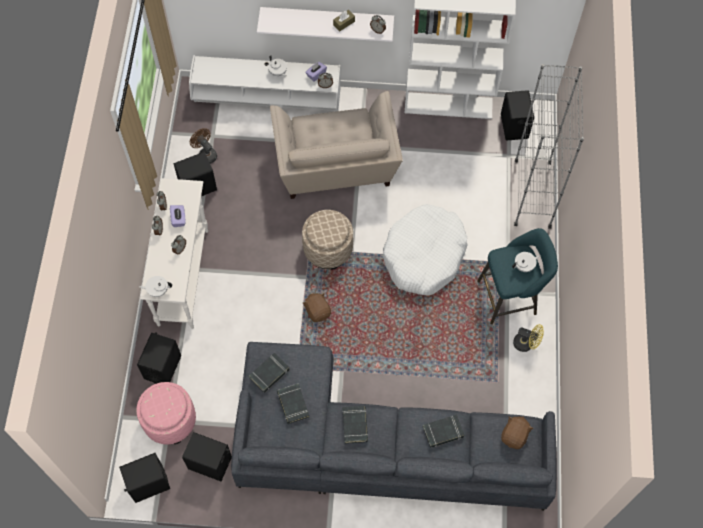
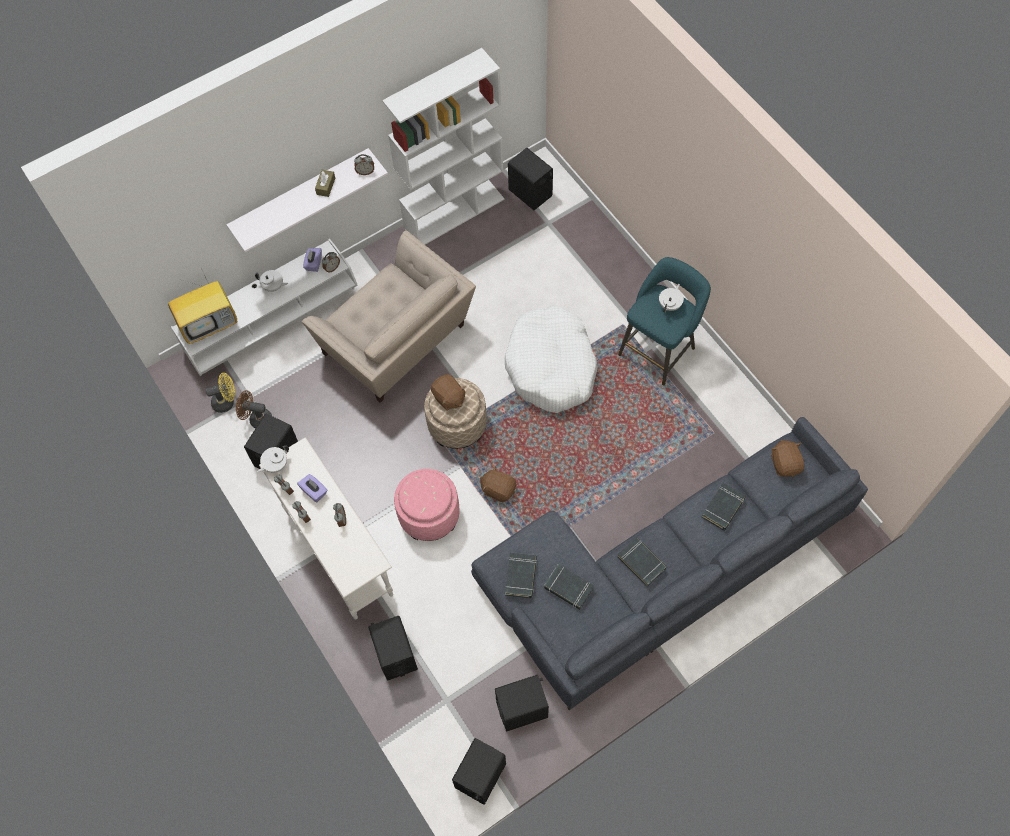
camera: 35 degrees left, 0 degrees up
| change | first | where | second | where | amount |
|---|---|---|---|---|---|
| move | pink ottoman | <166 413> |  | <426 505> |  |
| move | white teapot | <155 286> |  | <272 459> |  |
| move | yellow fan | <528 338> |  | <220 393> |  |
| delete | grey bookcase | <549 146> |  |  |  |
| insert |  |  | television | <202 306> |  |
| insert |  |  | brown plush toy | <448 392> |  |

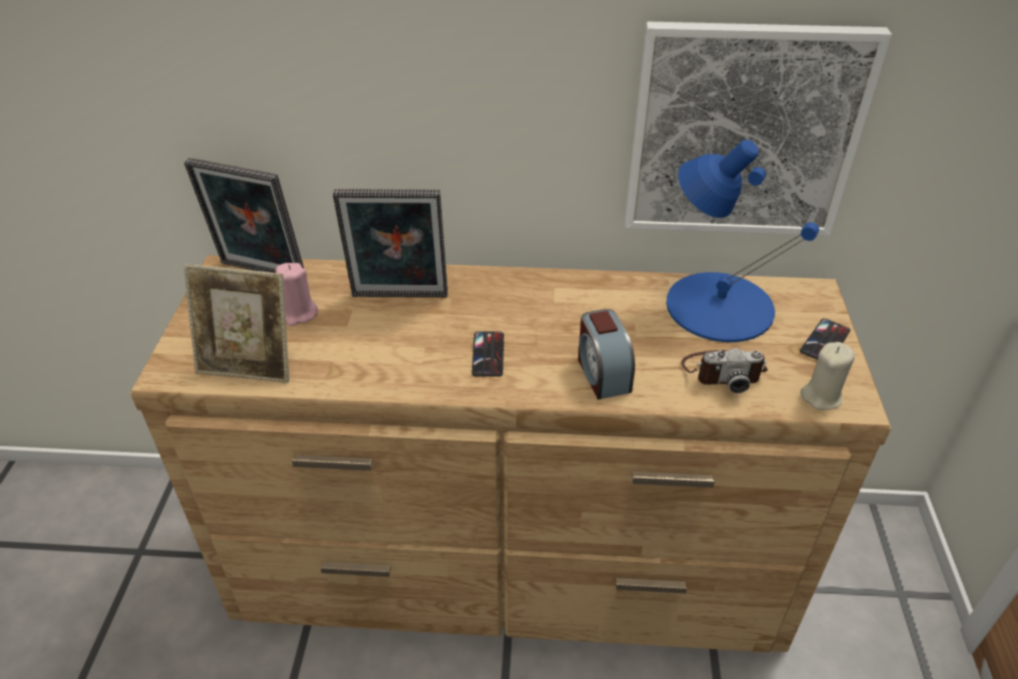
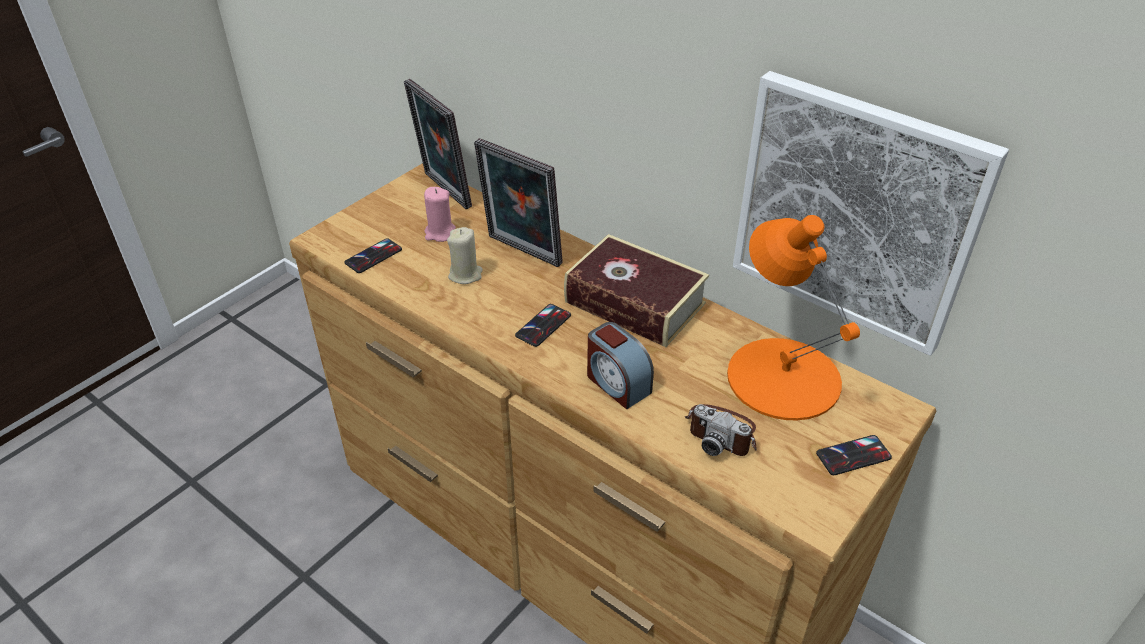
camera: 35 degrees right, 0 degrees up
| change | first | where | second | where | amount |
|---|---|---|---|---|---|
| replace | picture frame | <236 323> | phone | <373 255> |  |
| rotate | alarm clock | <606 354> |  | <620 365> | 60 degrees counterclockwise |
| recolor | blue table lamp | <742 241> | orange table lamp | <793 317> |  |
| move | beige candle | <827 376> |  | <465 255> |  |
| insert |  |  | book | <636 290> |  |

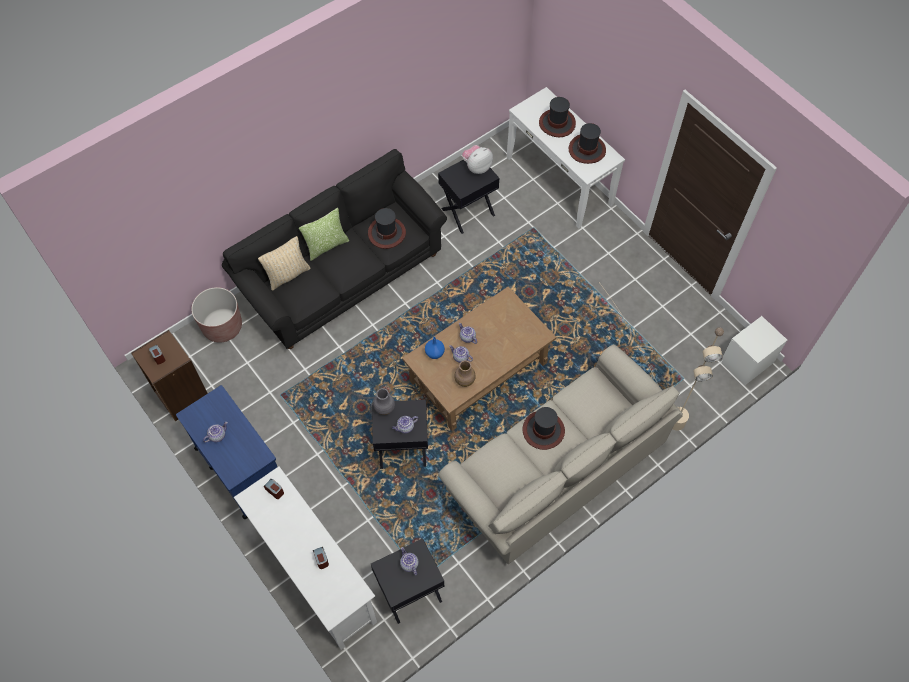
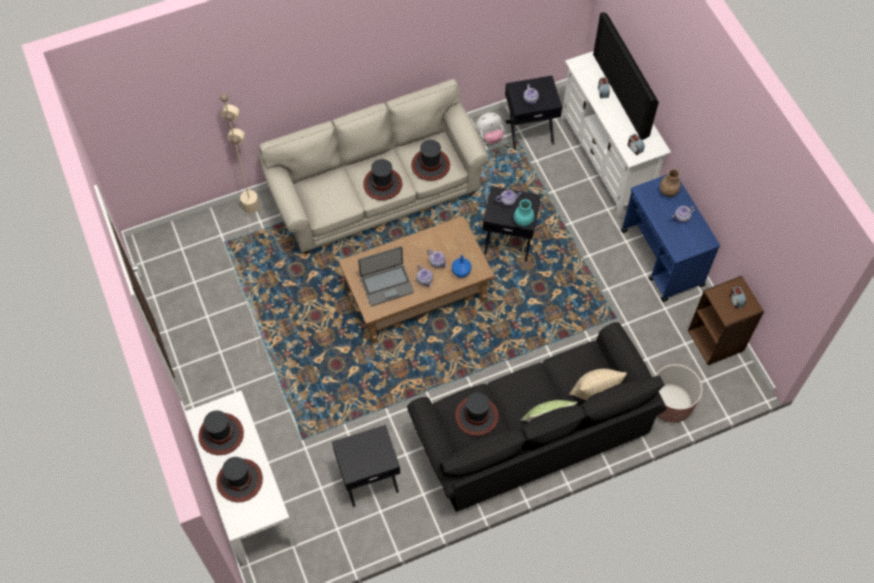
camera: 165 degrees left, 0 degrees up
| change | first | where | second | where | amount |
|---|---|---|---|---|---|
| recolor | grey vase | <384 401> | turquoise vase | <524 213> |  |
| move | brown vase | <465 373> |  | <670 183> |  |
| move | plush toy | <477 159> |  | <489 127> |  |
| delete | white nightstand | <754 350> |  |  |  |
| insert |  |  | laptop | <386 276> |  |
| insert |  |  | hat | <430 160> |  |
| insert |  |  | television | <626 76> |  |

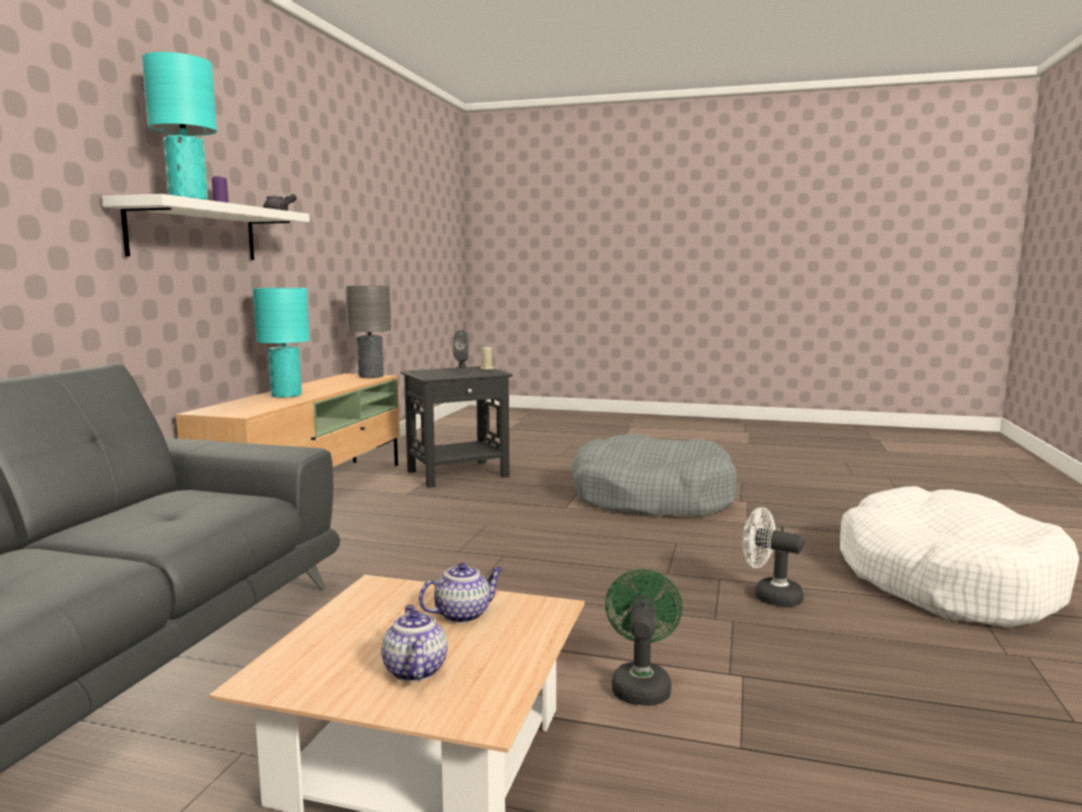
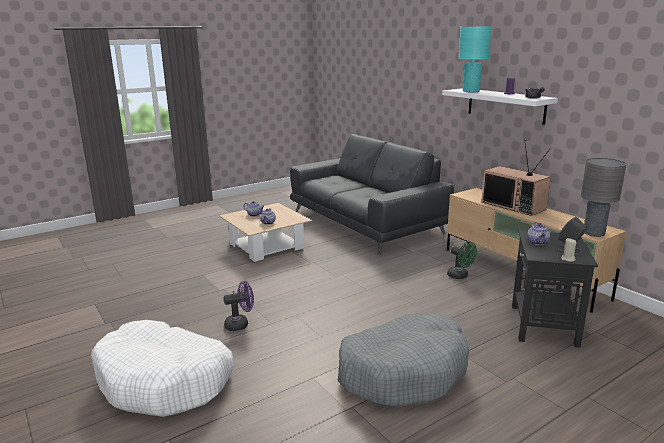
camera: 130 degrees right, 10 degrees up
| change | first | where | second | where | amount |
|---|---|---|---|---|---|
| replace | turquoise table lamp | <281 343> | television | <516 178> |  |
| move | green fan | <644 637> |  | <462 260> |  |
| recolor | white fan | <773 557> | purple fan | <238 306> |  |
| insert |  |  | teapot | <538 233> |  |

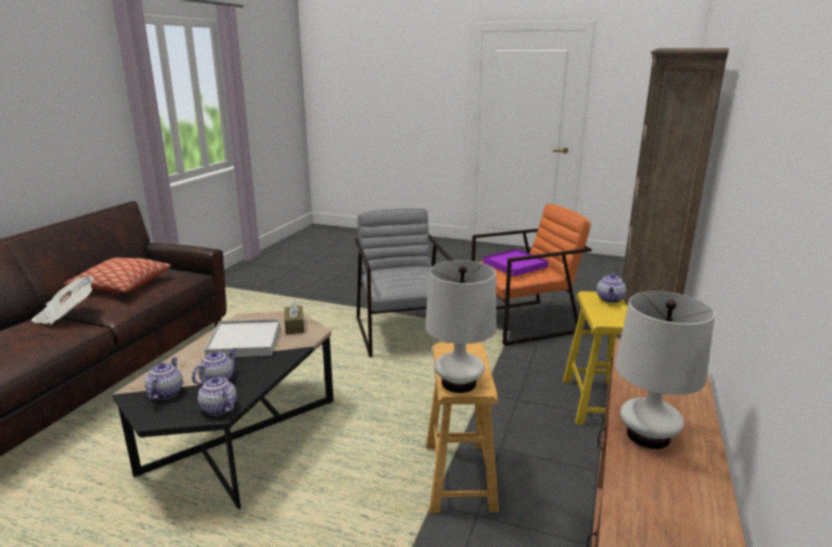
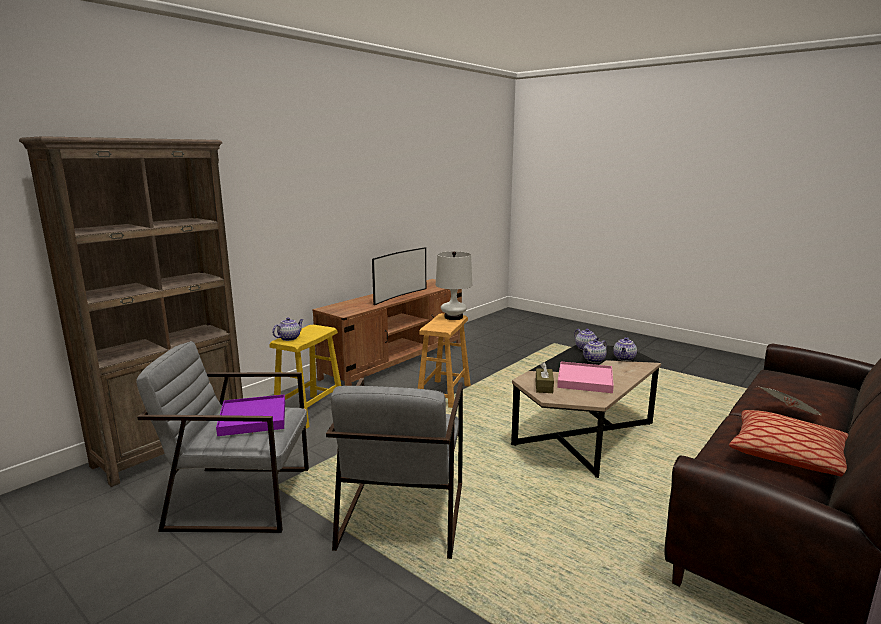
camera: 160 degrees left, 5 degrees down
| change | first | where | second | where | amount |
|---|---|---|---|---|---|
| recolor | white tray | <242 338> | pink tray | <585 377> |  |
| recolor | orange armchair | <531 275> | grey armchair | <222 437> |  |
| replace | white table lamp | <665 370> | television | <399 276> |  |

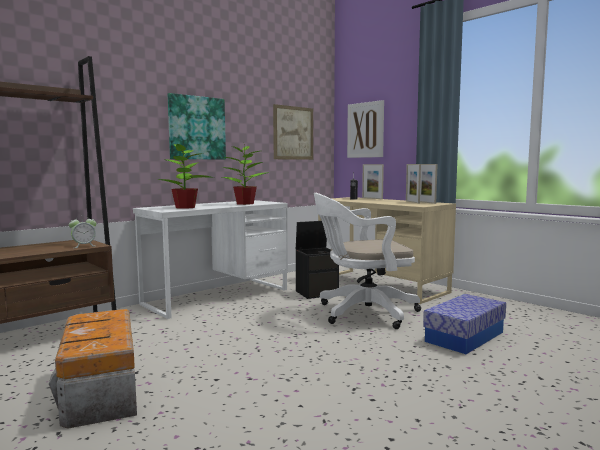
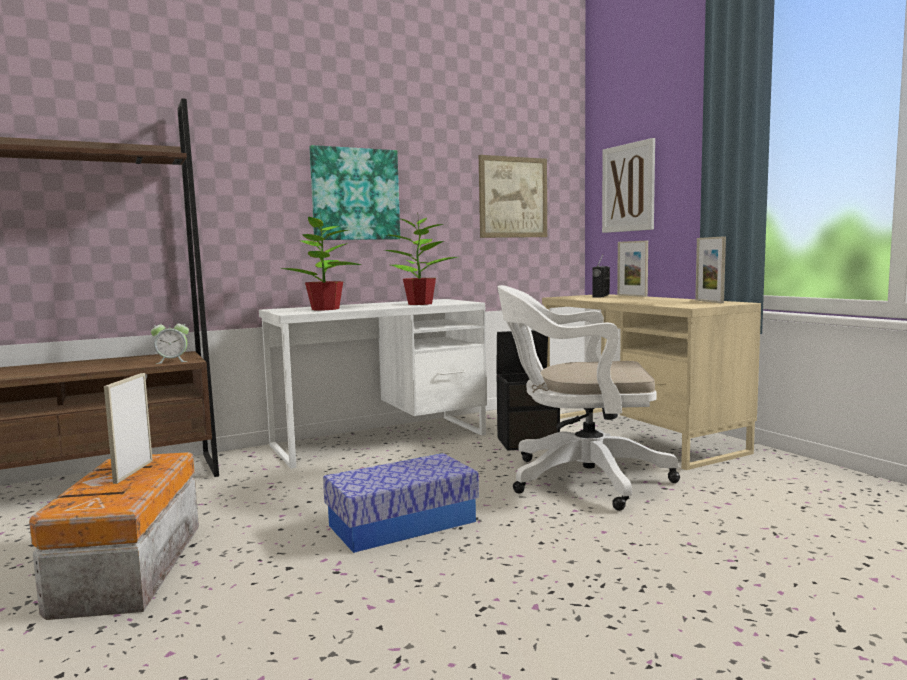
camera: 15 degrees right, 0 degrees up
| change | first | where | second | where | amount |
|---|---|---|---|---|---|
| move | picture frame | <413 183> |  | <128 428> |  |
| move | storage box | <464 324> |  | <401 503> |  |

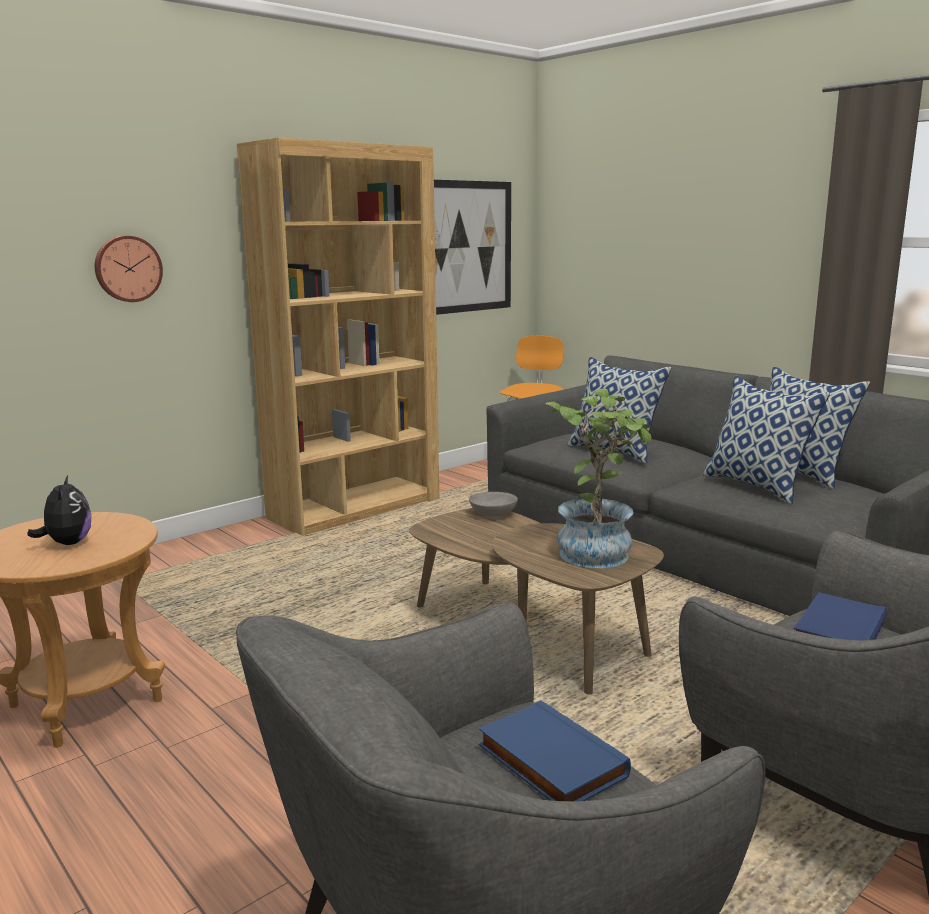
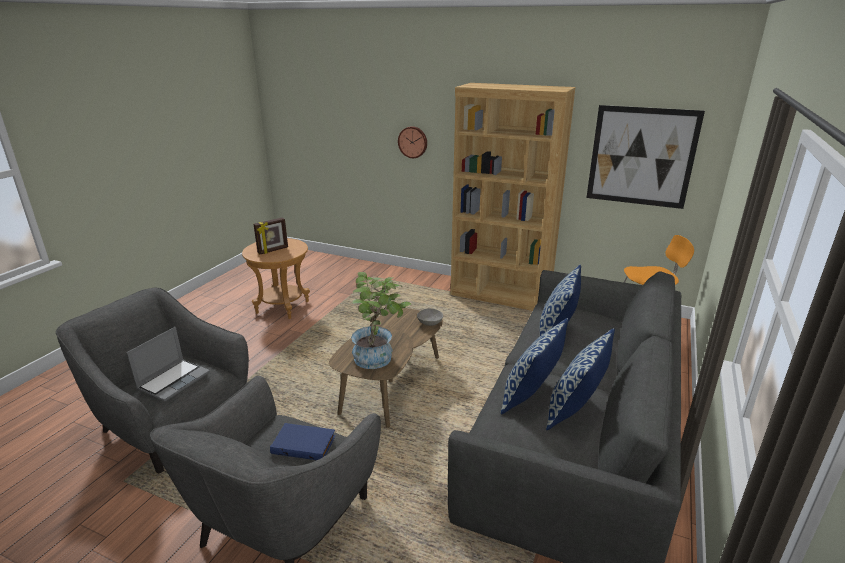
camera: 65 degrees right, 10 degrees up
| change | first | where | second | where | amount |
|---|---|---|---|---|---|
| replace | plush toy | <59 510> | picture frame | <271 235> |  |
| replace | blue book | <555 750> | laptop | <168 364> |  |

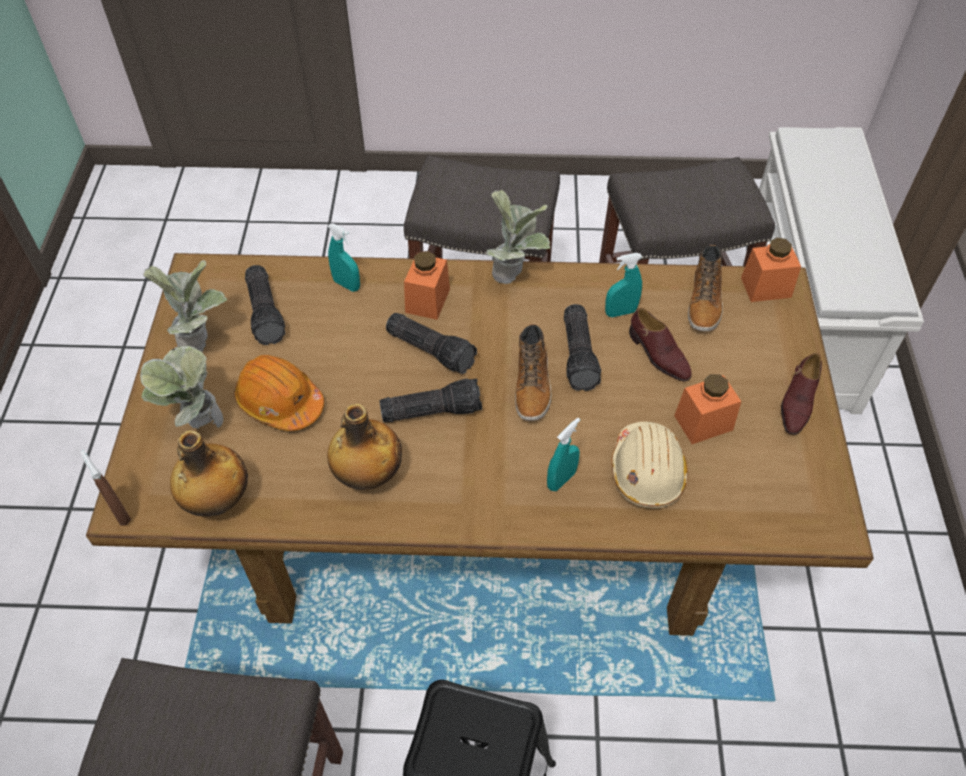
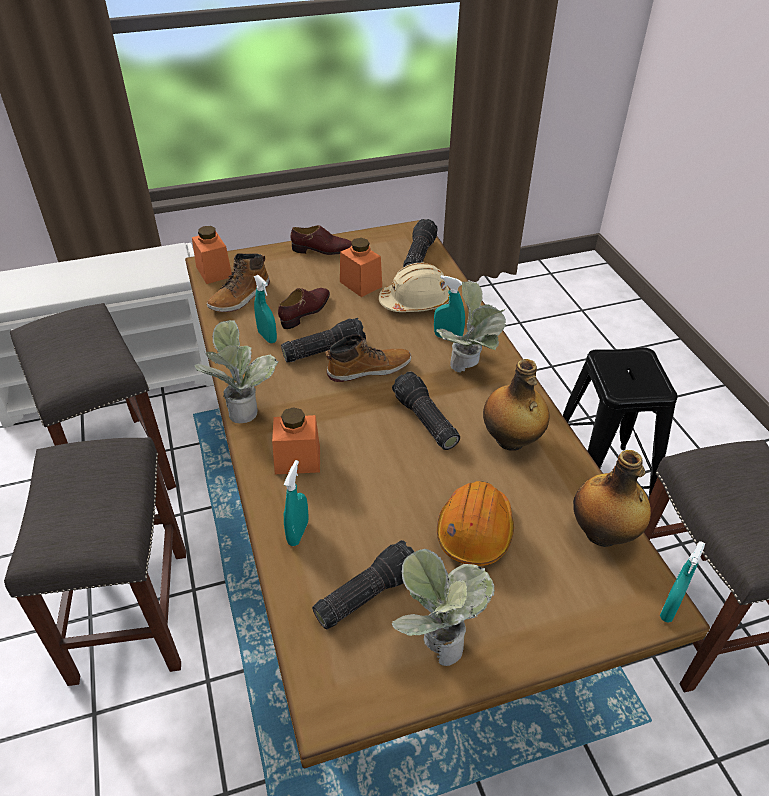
camera: 110 degrees left, 10 degrees down
| change | first | where | second | where | amount |
|---|---|---|---|---|---|
| recolor | brown spray bottle | <105 488> | turquoise spray bottle | <682 582> |  |
| move | potted plant | <181 387> |  | <471 327> |  |
| move | flashlight | <431 343> |  | <420 243> |  |
| rotate | boot | <705 288> |  | <238 282> | 135 degrees clockwise |

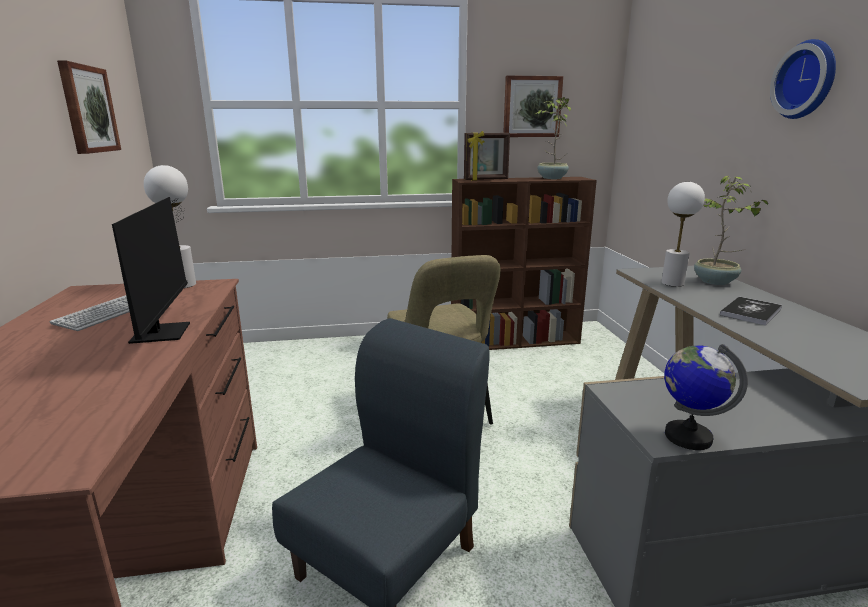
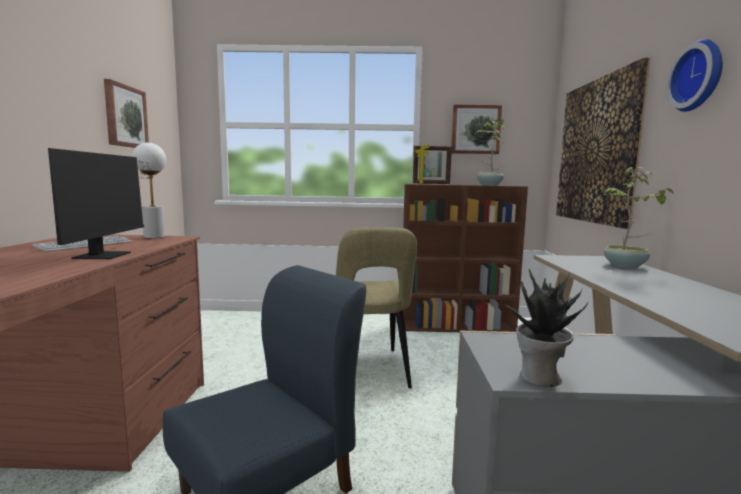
camera: 10 degrees right, 10 degrees down
| change | first | where | second | where | amount |
|---|---|---|---|---|---|
| delete | white table lamp | <683 234> |  |  |  |
| replace | globe | <706 397> | potted plant | <544 328> |  |
| delete | book | <751 311> |  |  |  |
| insert |  |  | picture | <603 143> |  |

